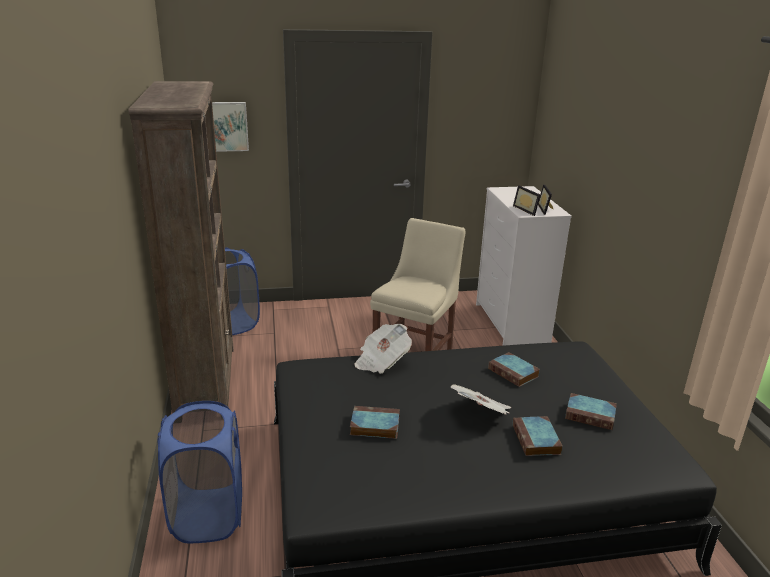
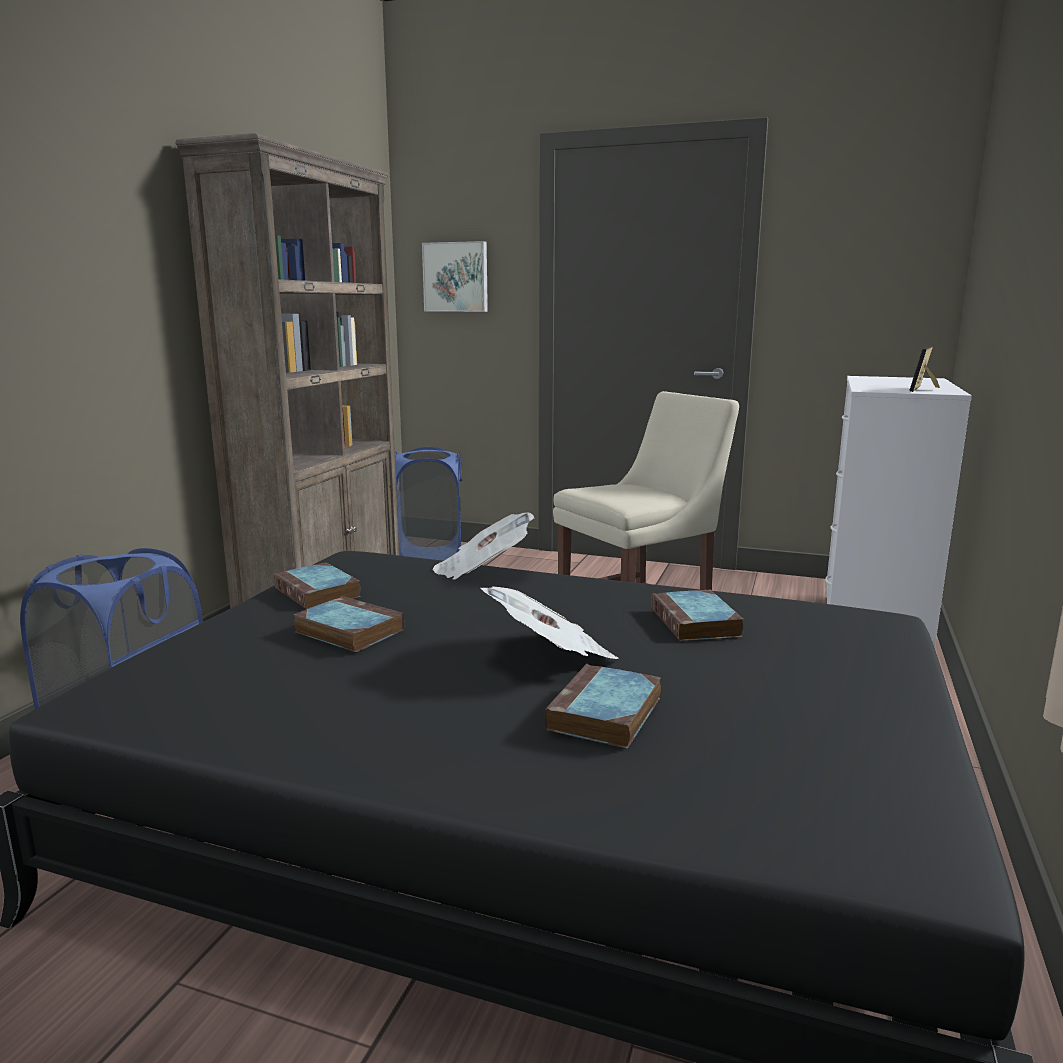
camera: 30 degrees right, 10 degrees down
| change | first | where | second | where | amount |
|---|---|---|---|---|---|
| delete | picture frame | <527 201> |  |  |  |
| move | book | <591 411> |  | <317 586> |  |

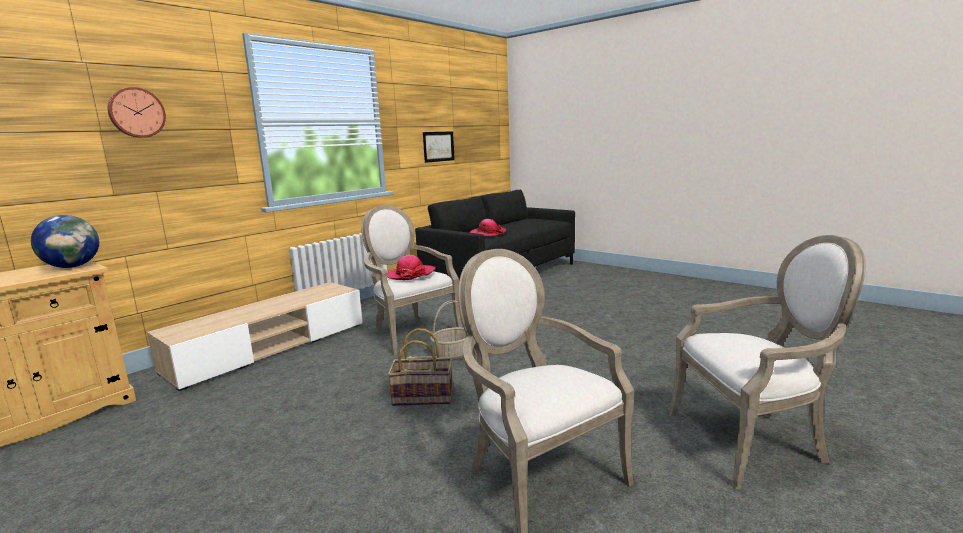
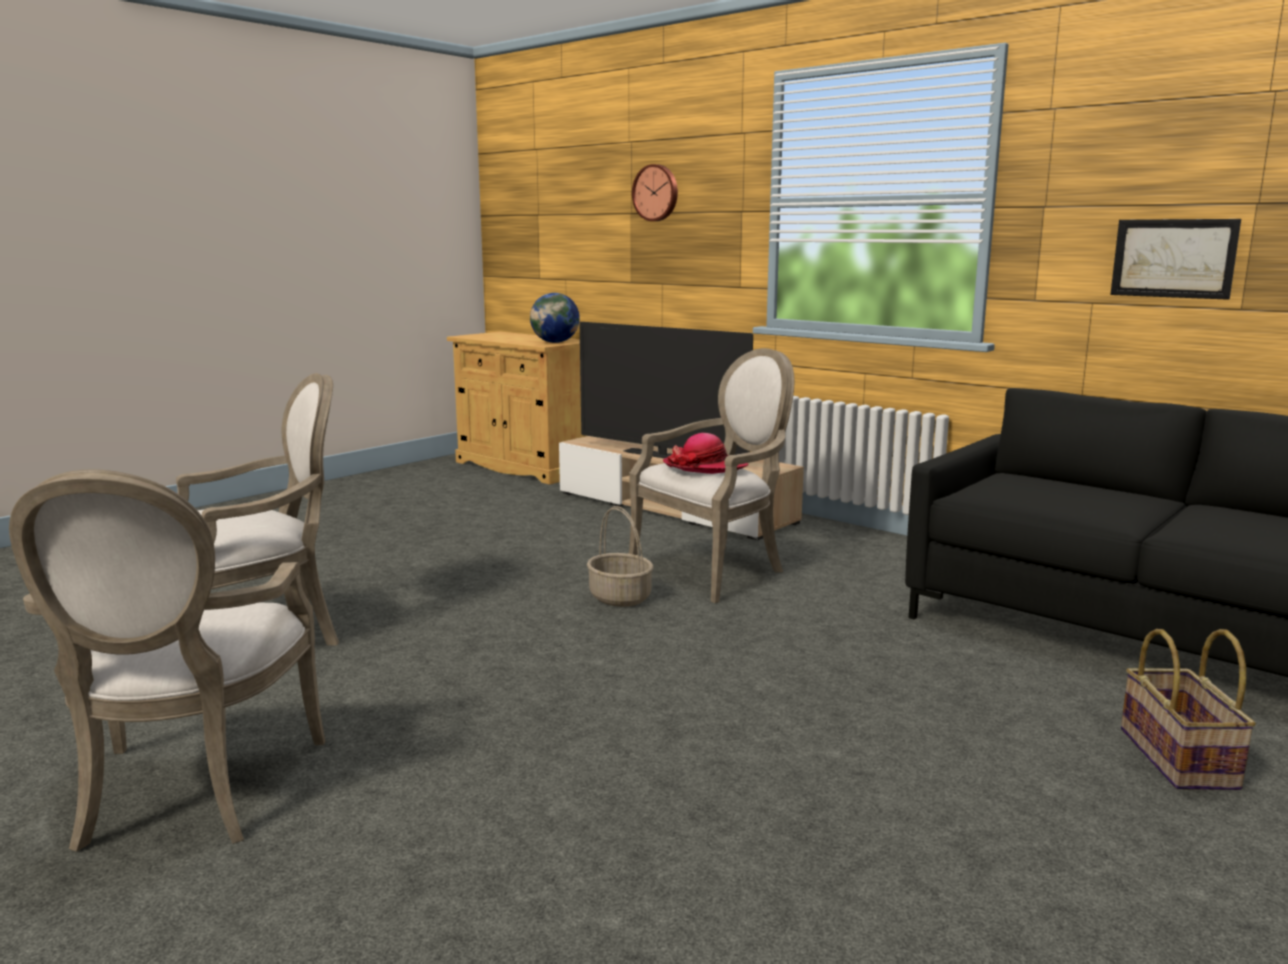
camera: 90 degrees right, 0 degrees up
| change | first | where | second | where | amount |
|---|---|---|---|---|---|
| move | basket | <420 367> |  | <1188 709> |  |
| delete | hat | <487 227> |  |  |  |
| insert |  |  | television | <666 390> |  |

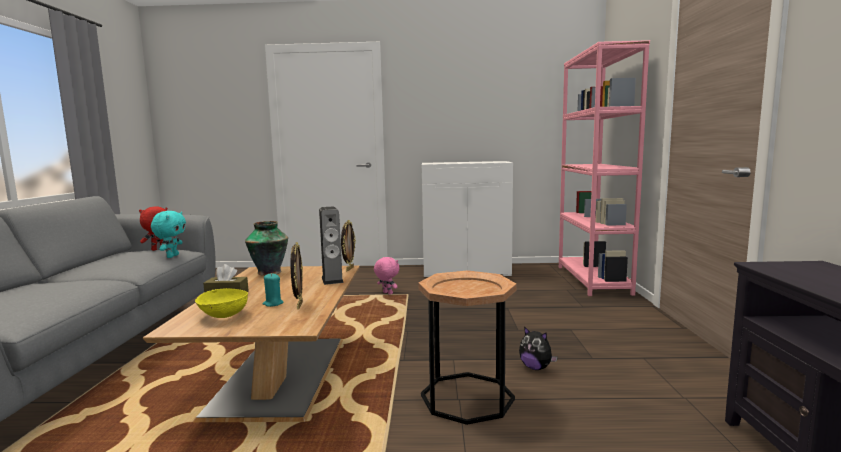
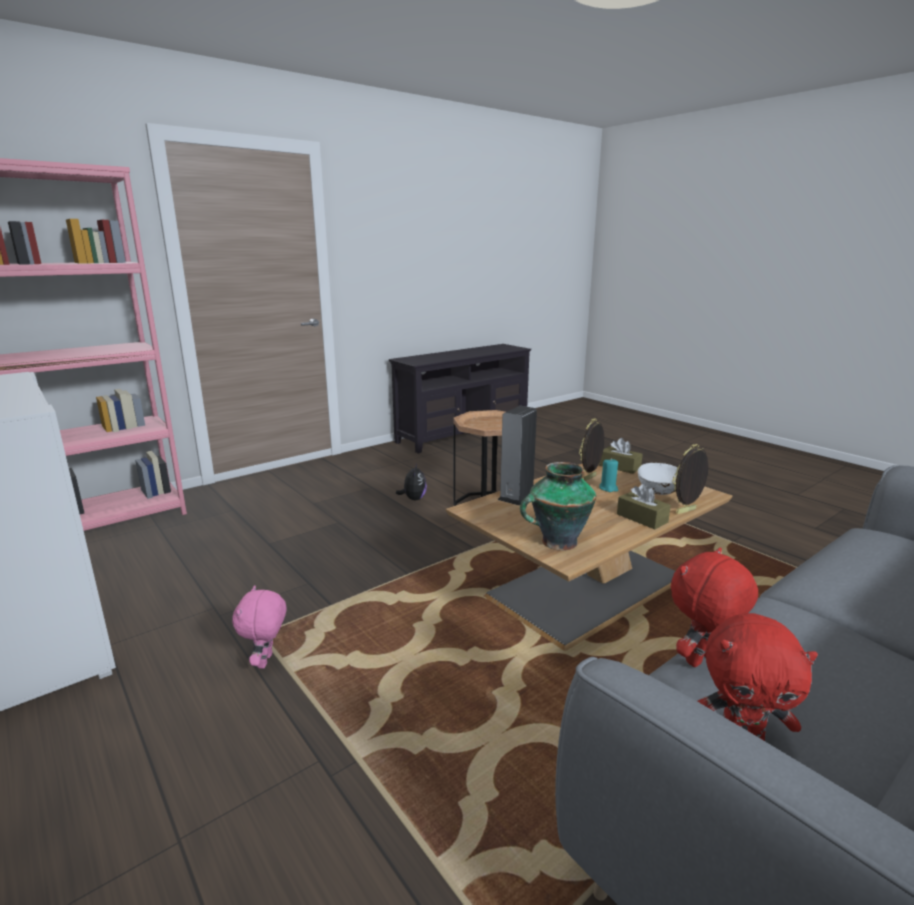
camera: 130 degrees left, 10 degrees up
| change | first | where | second | where | amount |
|---|---|---|---|---|---|
| recolor | turquoise plush toy | <168 234> | red plush toy | <714 607> |  |
| recolor | yellow bowl | <221 303> | white bowl | <657 479> |  |
| move | picture frame | <348 246> |  | <690 479> |  |
| insert |  |  | brown tissue box | <621 456> |  |

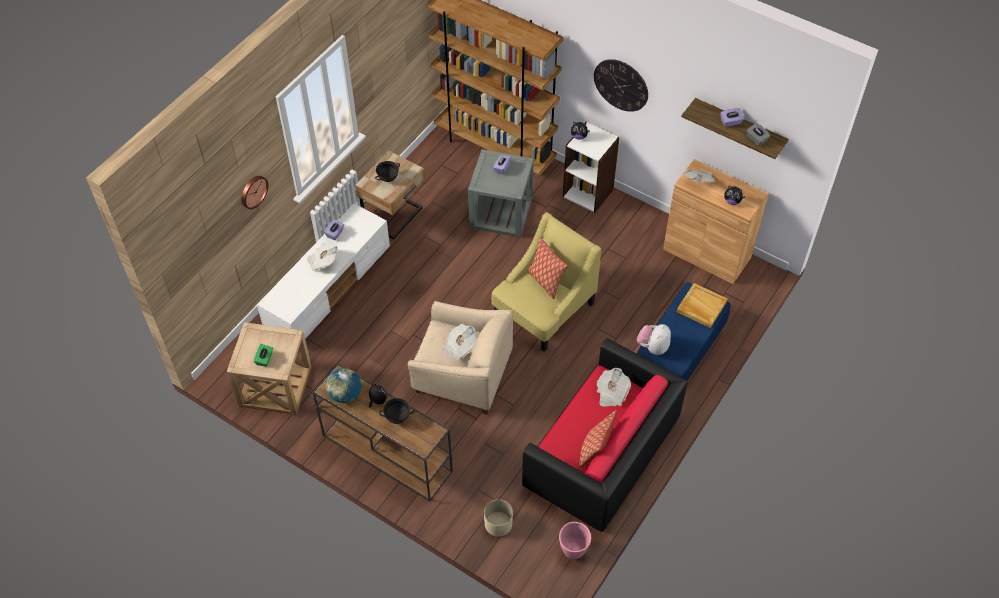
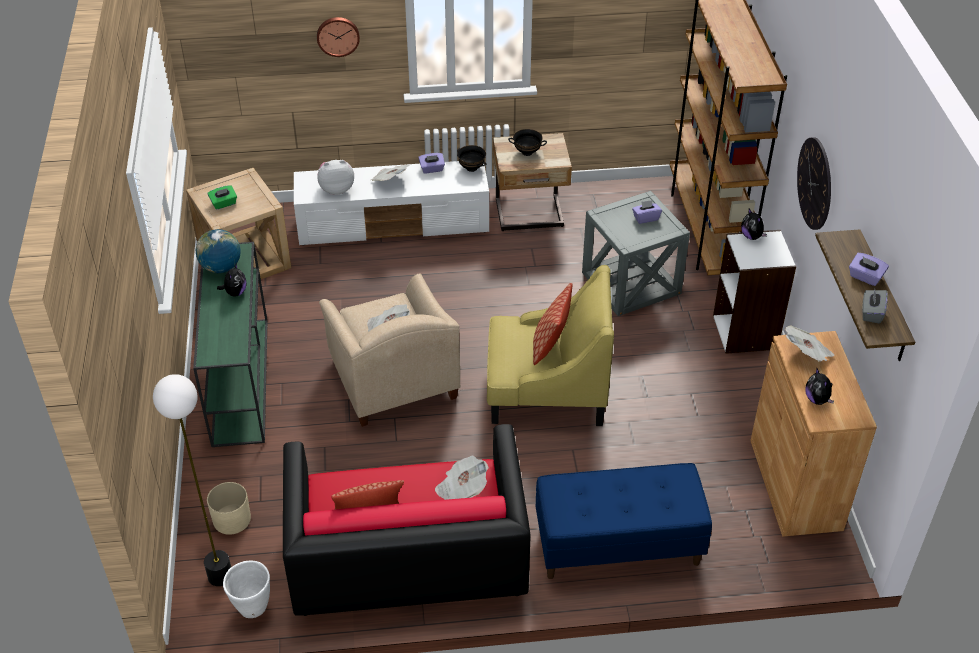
camera: 50 degrees right, 10 degrees down
| change | first | where | second | where | amount |
|---|---|---|---|---|---|
| recolor | brown console table | <382 433> | green console table | <230 344> |  |
| move | black bowl | <397 411> |  | <472 158> |  |
| recolor | pink planter | <575 540> | white planter | <246 589> |  |
| move | plush toy | <654 339> |  | <336 177> |  |
| delete | beige tray | <702 305> |  |  |  |
| insert |  |  | floor lamp | <192 480> |  |

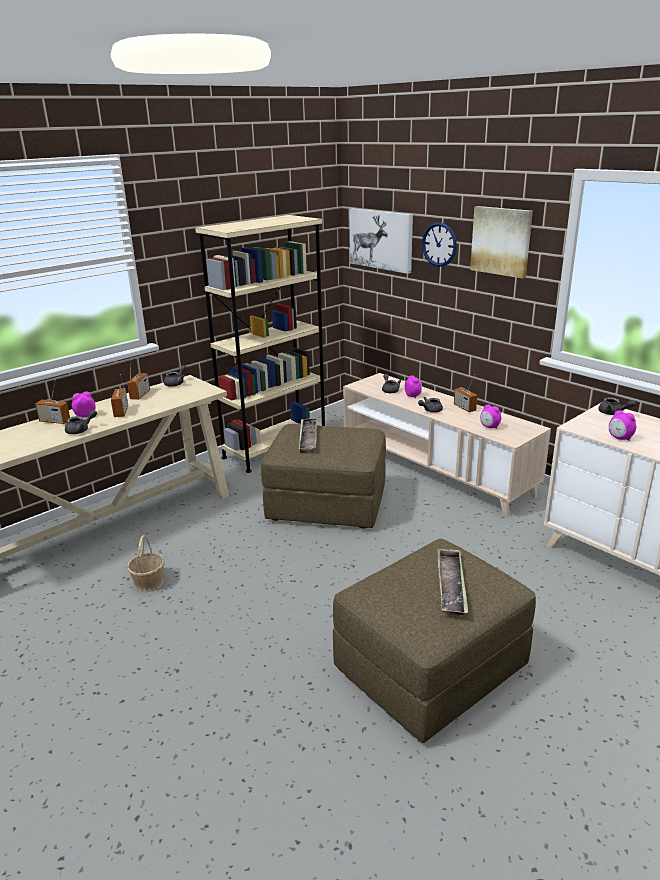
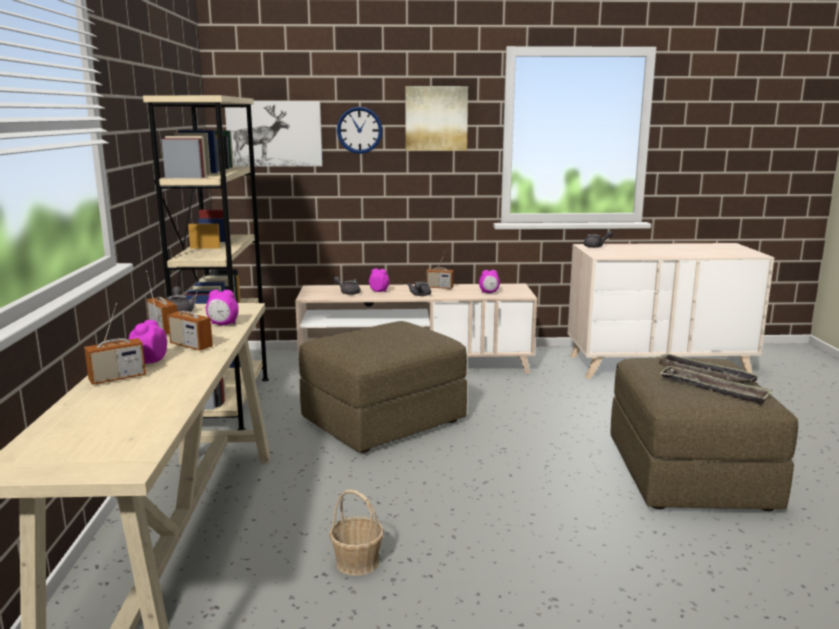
camera: 50 degrees left, 10 degrees down
| change | first | where | second | where | amount |
|---|---|---|---|---|---|
| delete | grey teapot | <81 422> |  |  |  |
| move | tray | <308 435> |  | <716 385> |  |
| move | alarm clock | <622 425> |  | <222 308> |  |

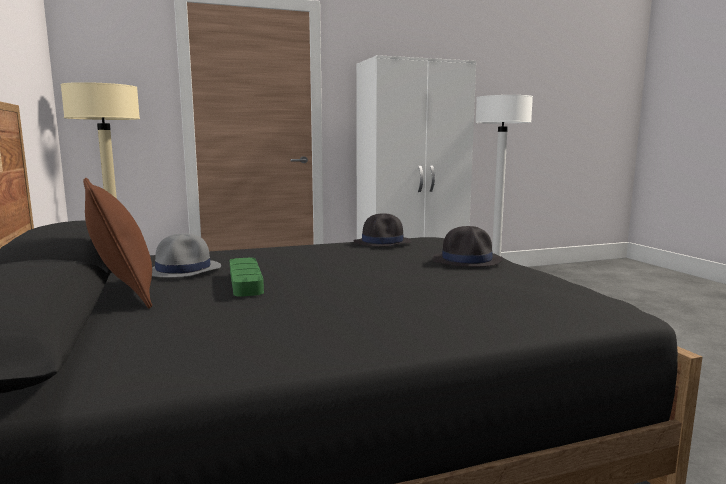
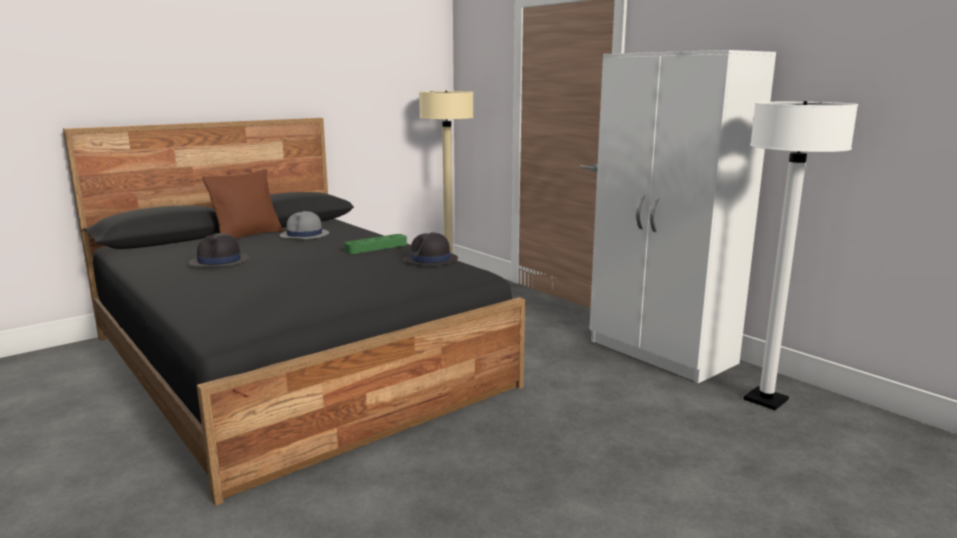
camera: 70 degrees right, 5 degrees up
| change | first | where | second | where | amount |
|---|---|---|---|---|---|
| move | green tray | <247 277> |  | <375 244> |  |
| move | black hat | <467 246> |  | <219 250> |  |

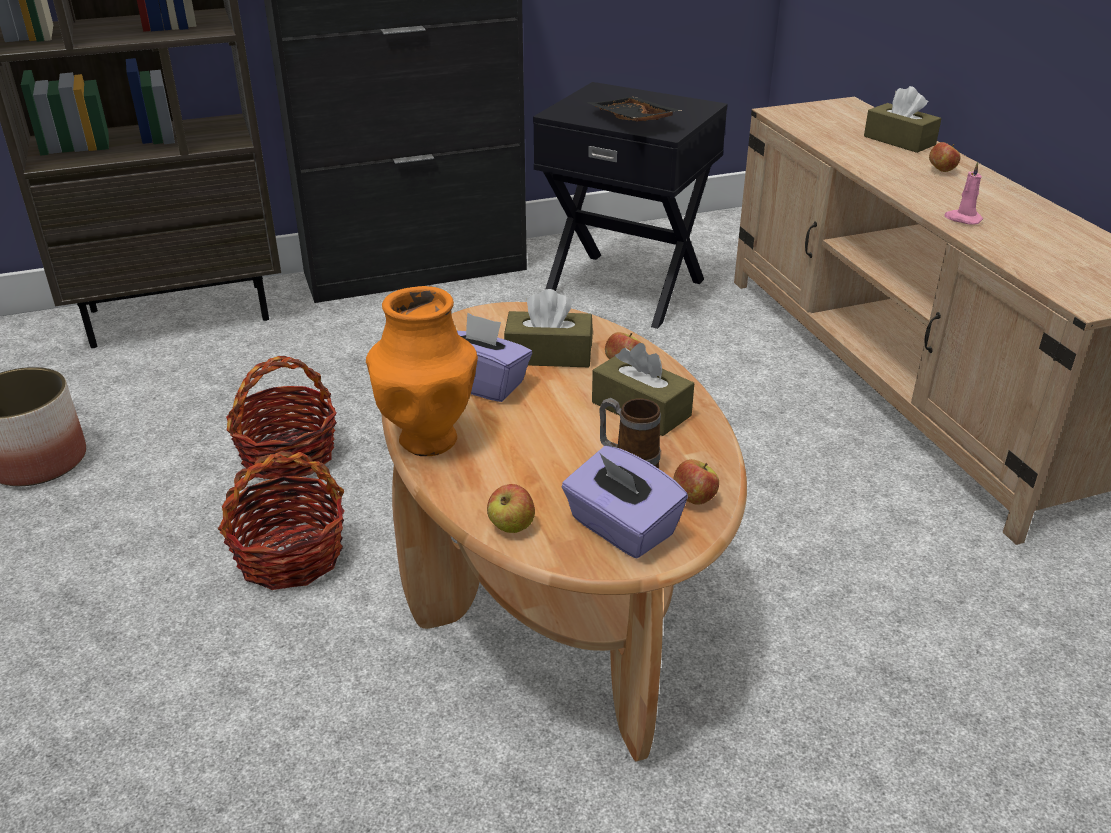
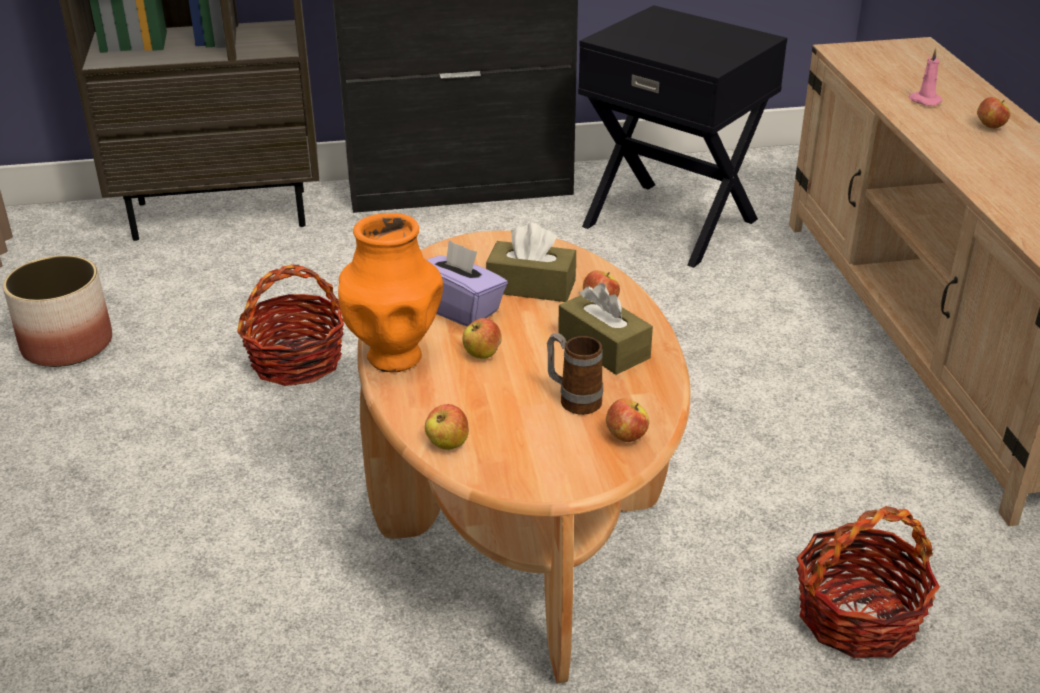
camera: 10 degrees right, 0 degrees up
| change | first | where | second | where | amount |
|---|---|---|---|---|---|
| move | basket | <281 520> |  | <868 582> |  |
| delete | purple tissue box | <625 502> |  |  |  |
| delete | black tray | <635 109> |  |  |  |
| delete | brown tissue box | <902 119> |  |  |  |
| move | pink candle | <963 193> |  | <925 77> |  |
| insert |  |  | apple | <482 338> |  |

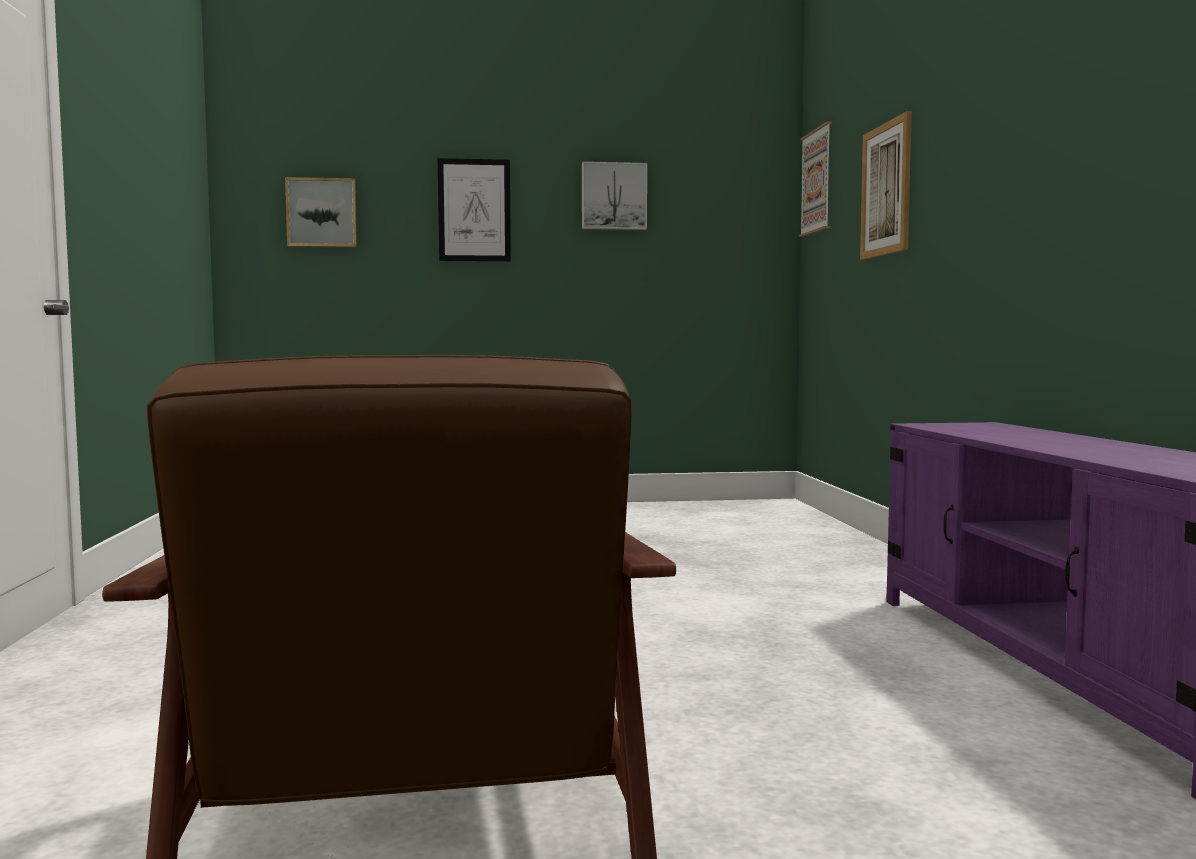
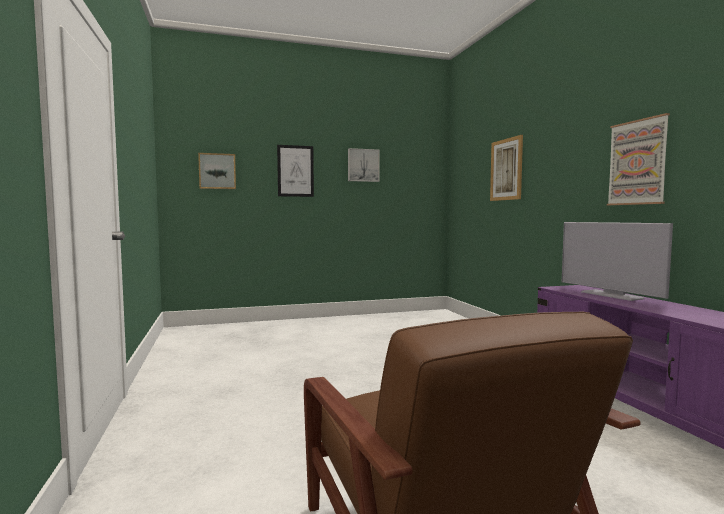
camera: 10 degrees left, 0 degrees up
| change | first | where | second | where | amount |
|---|---|---|---|---|---|
| move | picture | <815 179> |  | <638 159> |  |
| insert |  |  | television | <617 261> |  |

